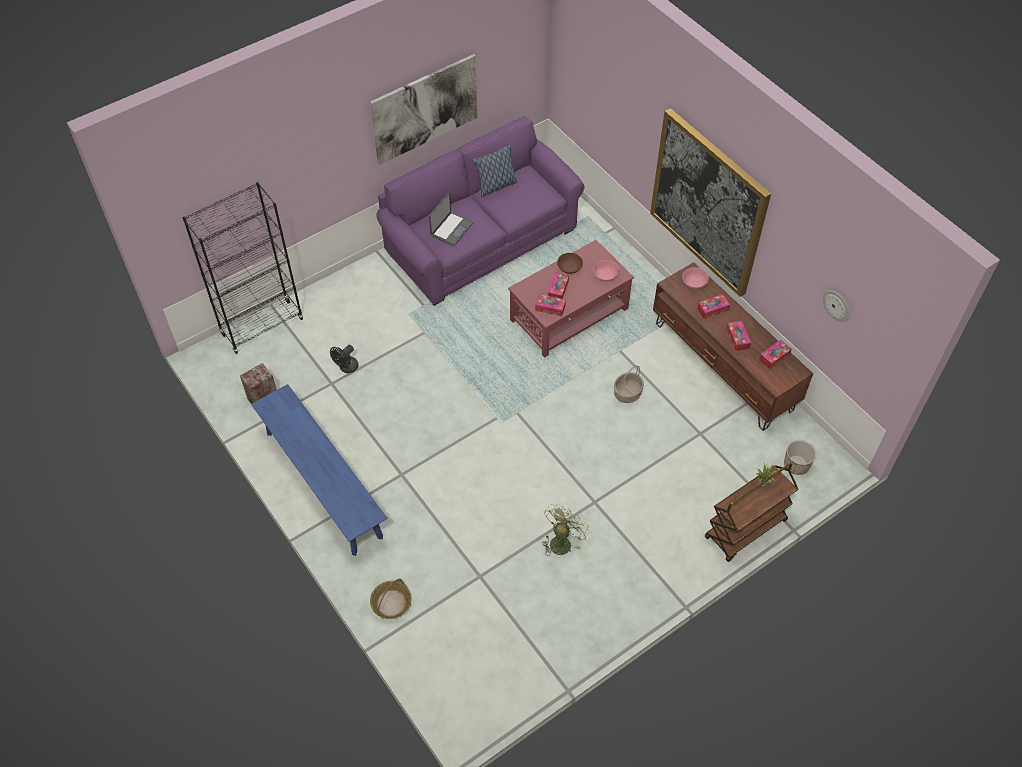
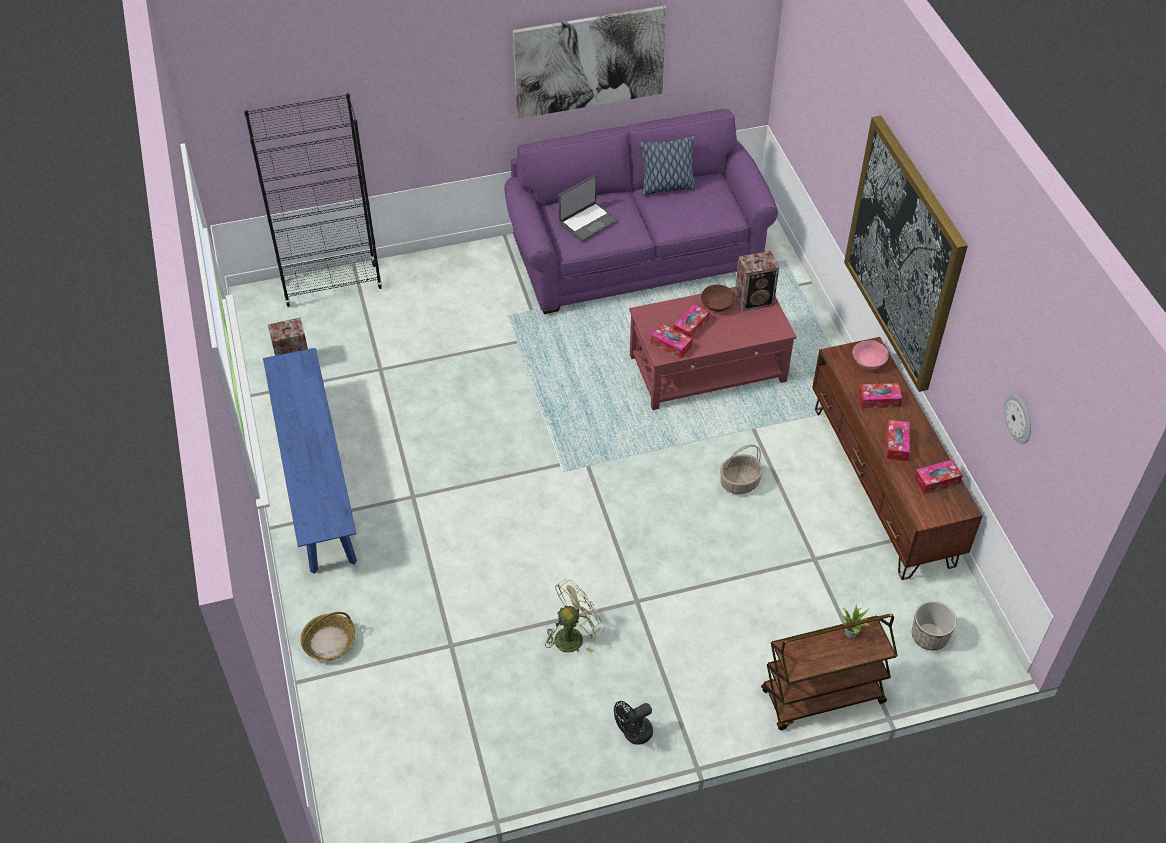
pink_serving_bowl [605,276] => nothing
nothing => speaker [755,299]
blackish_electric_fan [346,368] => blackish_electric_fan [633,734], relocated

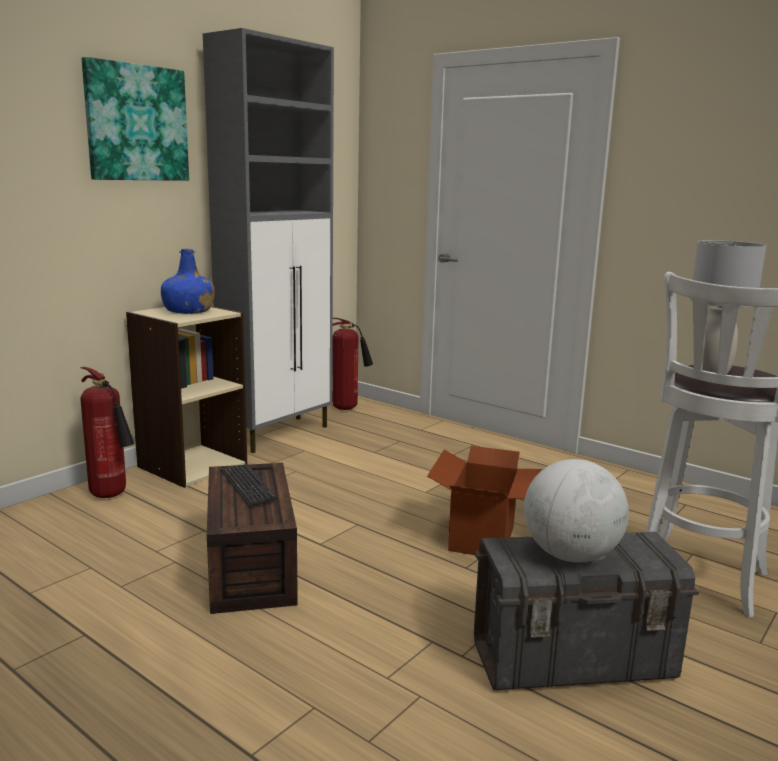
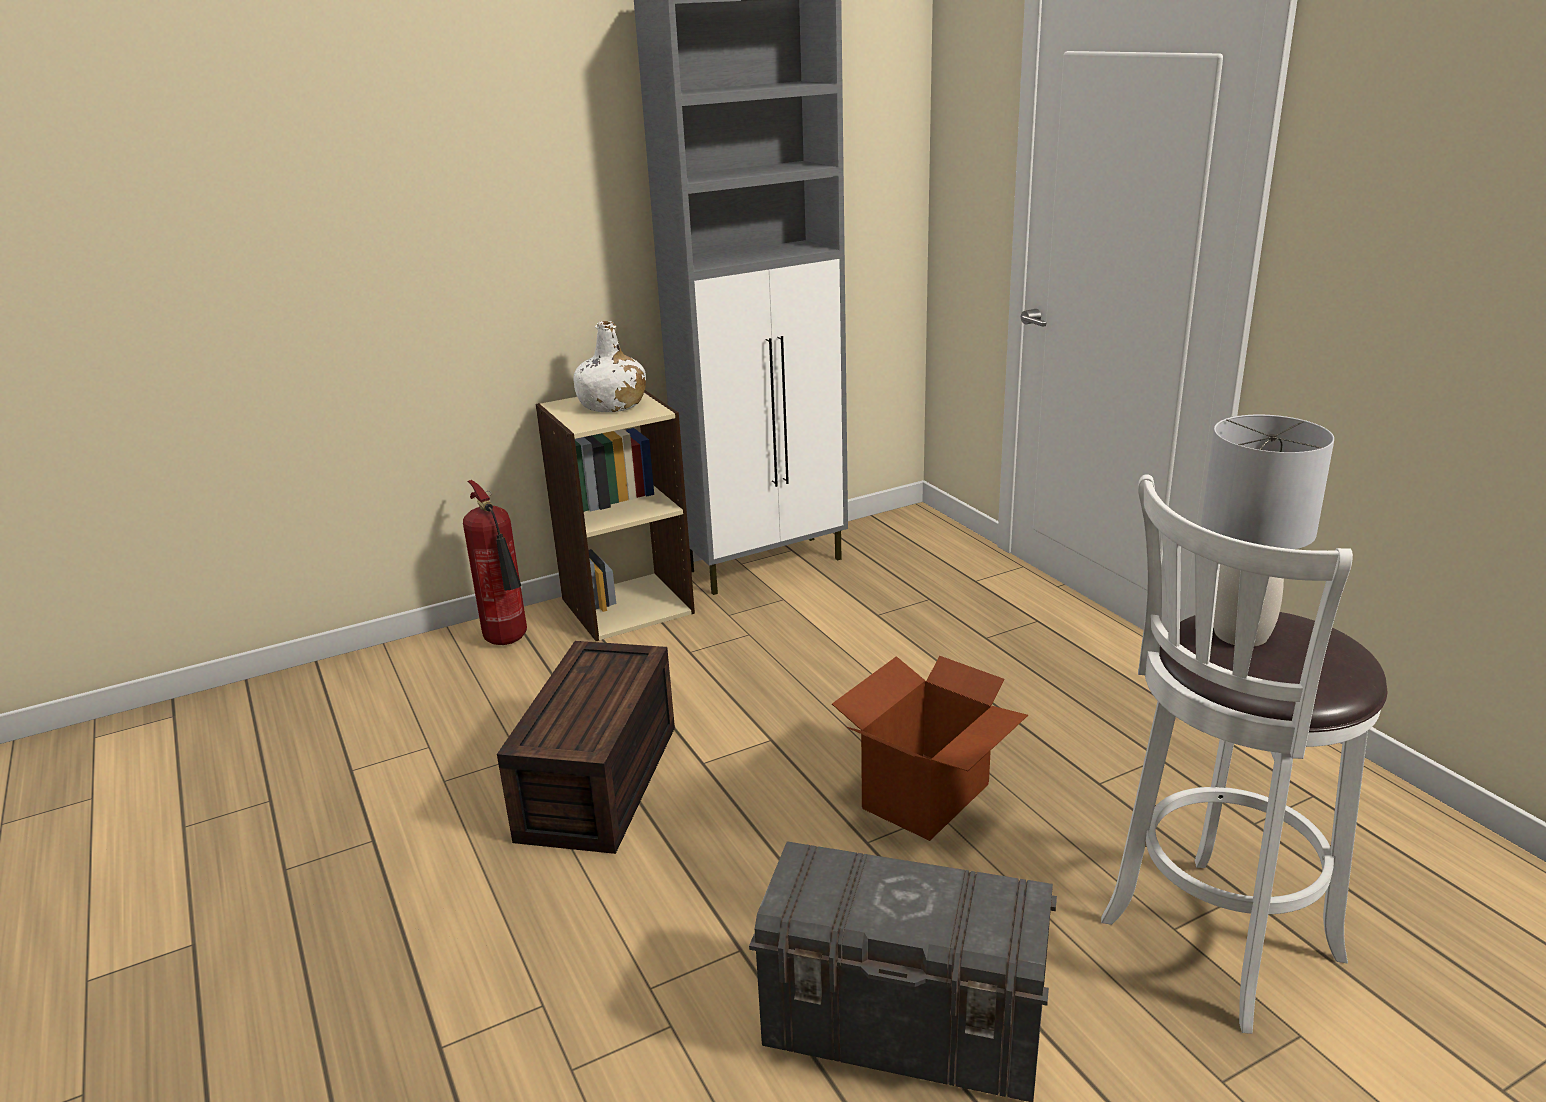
wall_art [136,123] => nothing
PC_keyboard [248,486] => nothing
fire_extinguisher [348,408] => nothing
desk_globe [570,555] => nothing
bluish_bottle [188,311] => white-coloured_bottle [612,405]

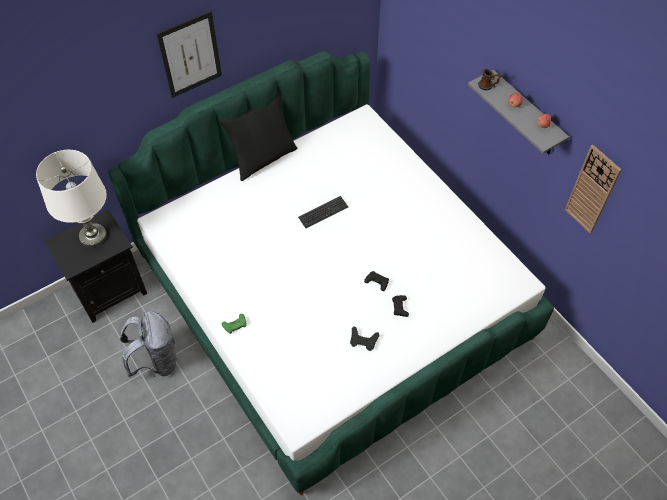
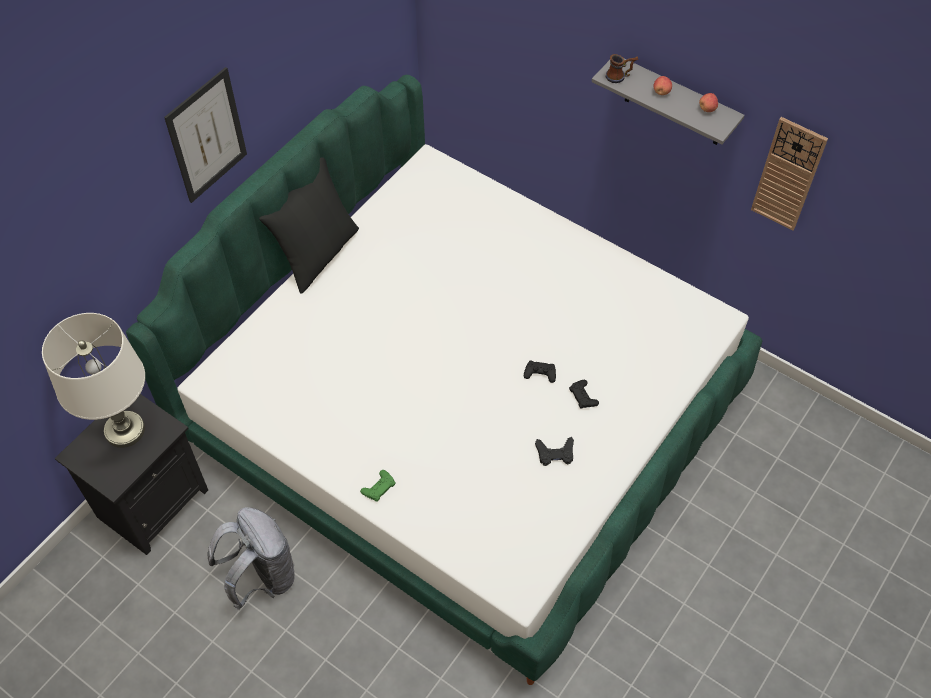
PC_keyboard [323,212] => nothing

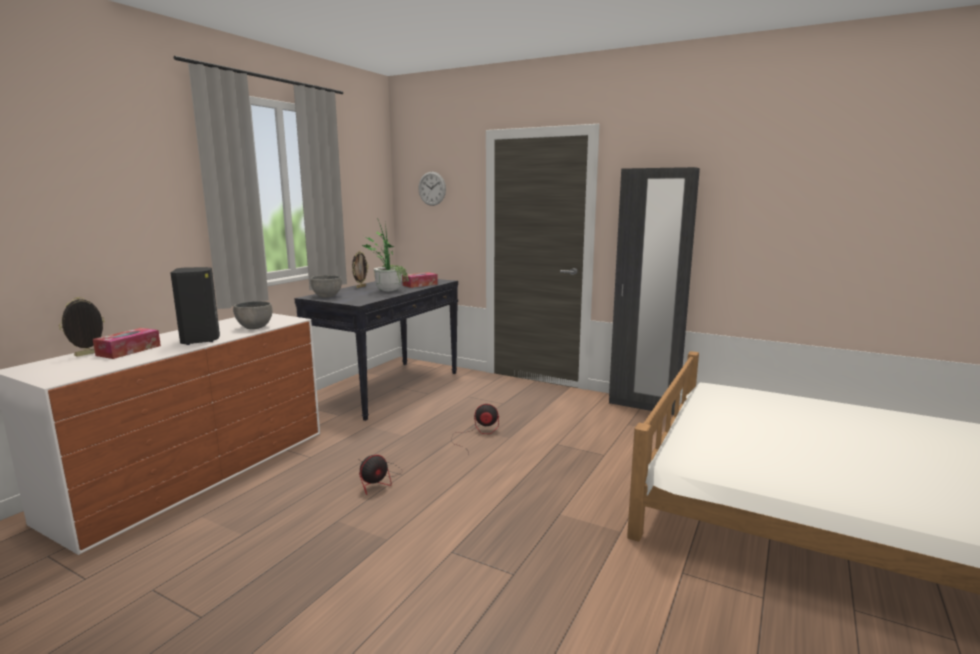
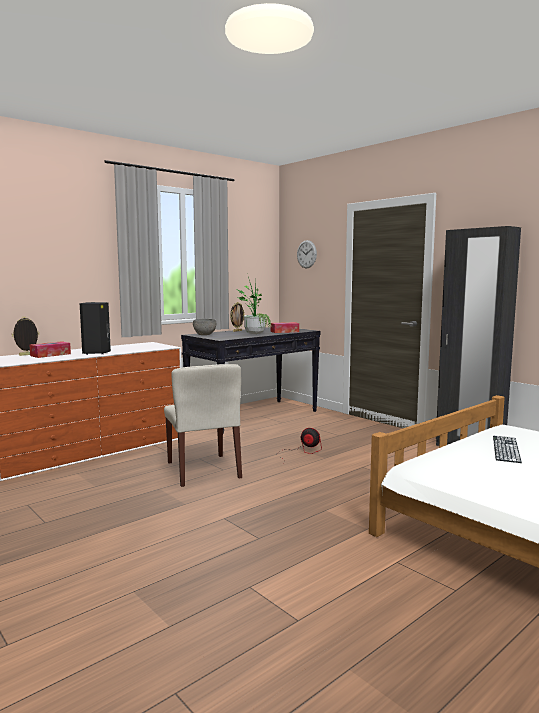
greyish_serving_bowl [255,327] => nothing
nothing => PC_keyboard [506,449]
electric_fan [378,480] => beige-coloured_upright_chair [203,470]

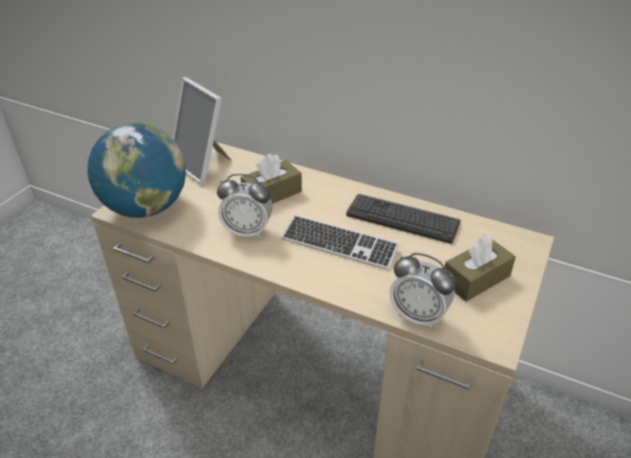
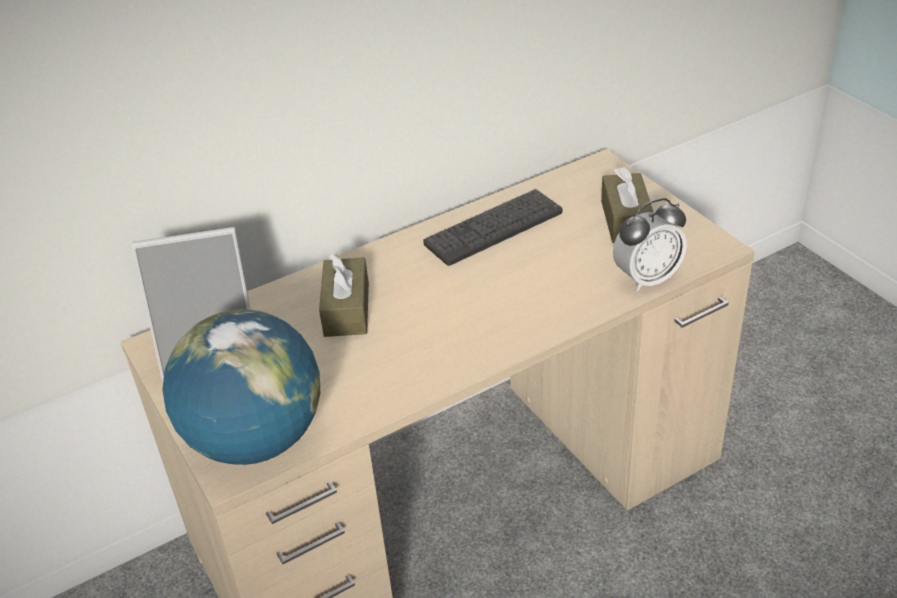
bedside_clock [247,231] => nothing
PC_keyboard [339,244] => nothing

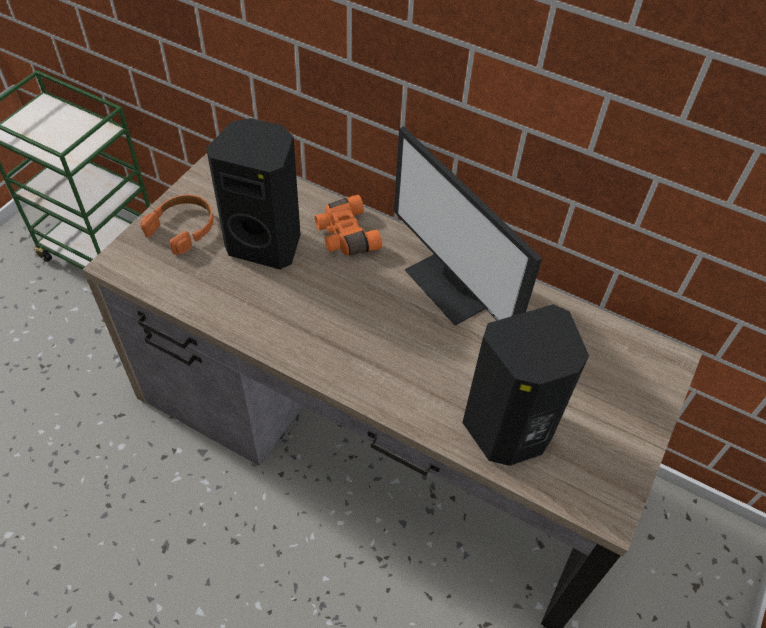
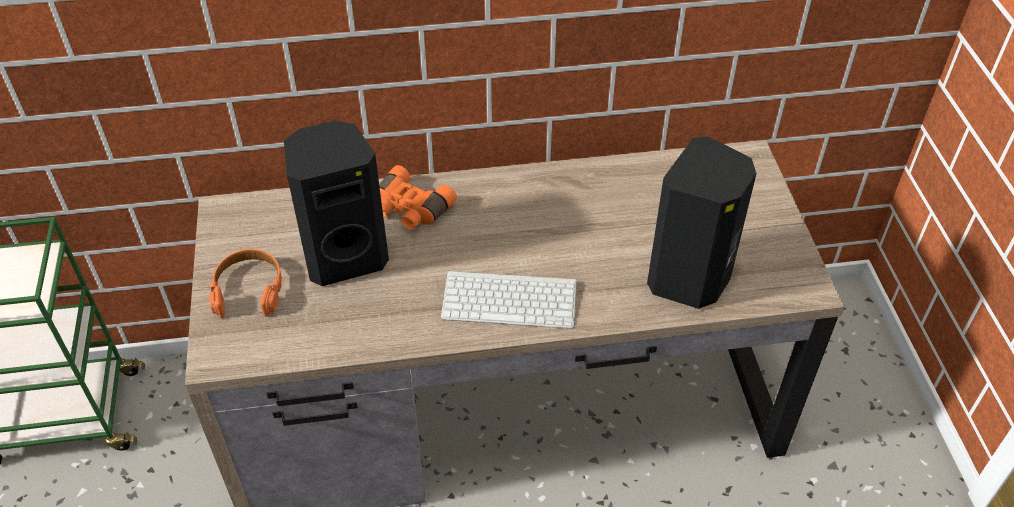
monitor [451,286] => nothing
nothing => PC_keyboard [511,299]

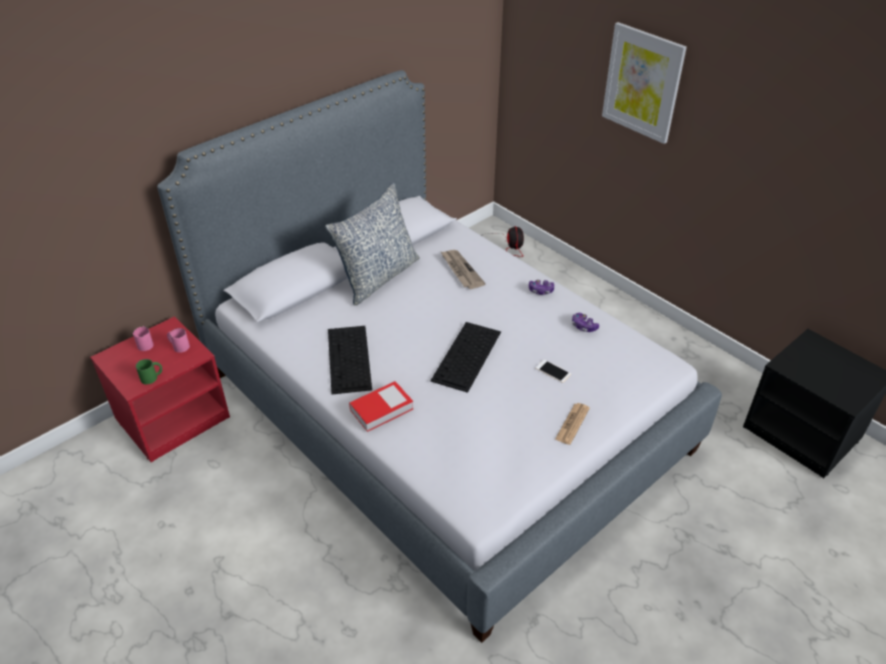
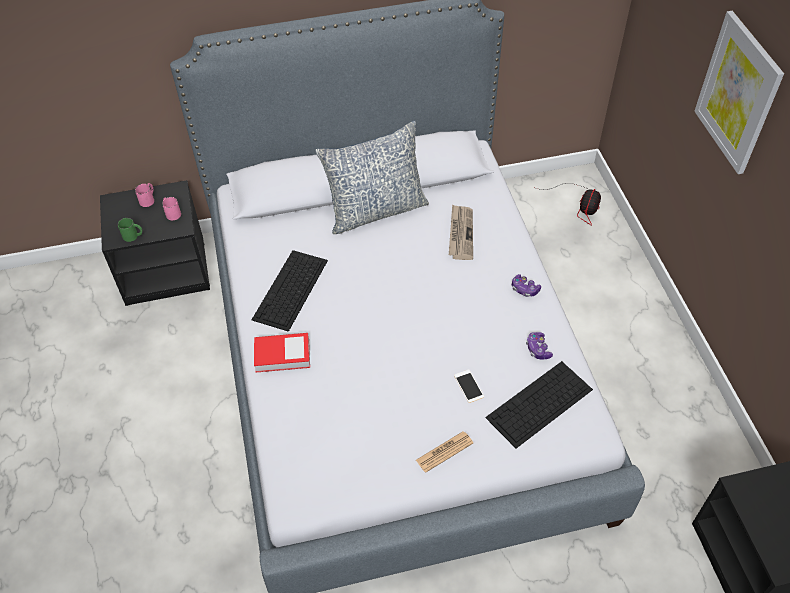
PC_keyboard [466,356] => PC_keyboard [539,404], relocated
red-coloured_bedside_table [173,417] => blackish_bedside_table [166,270]

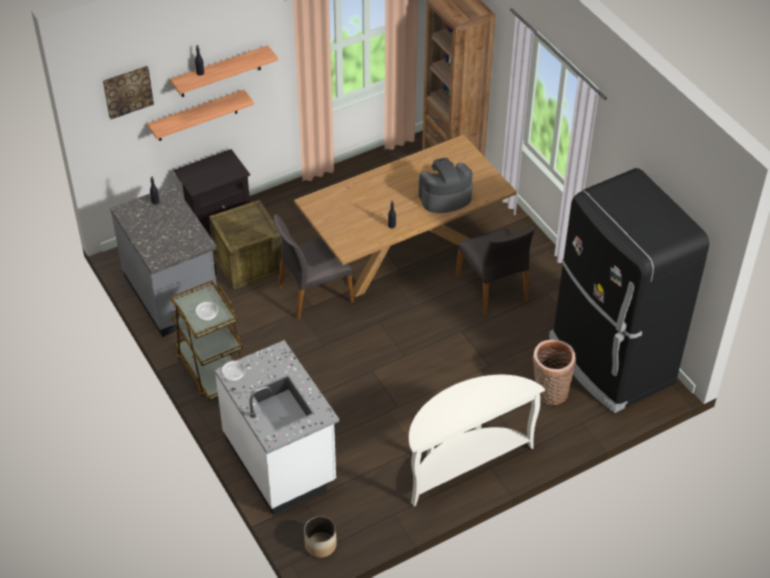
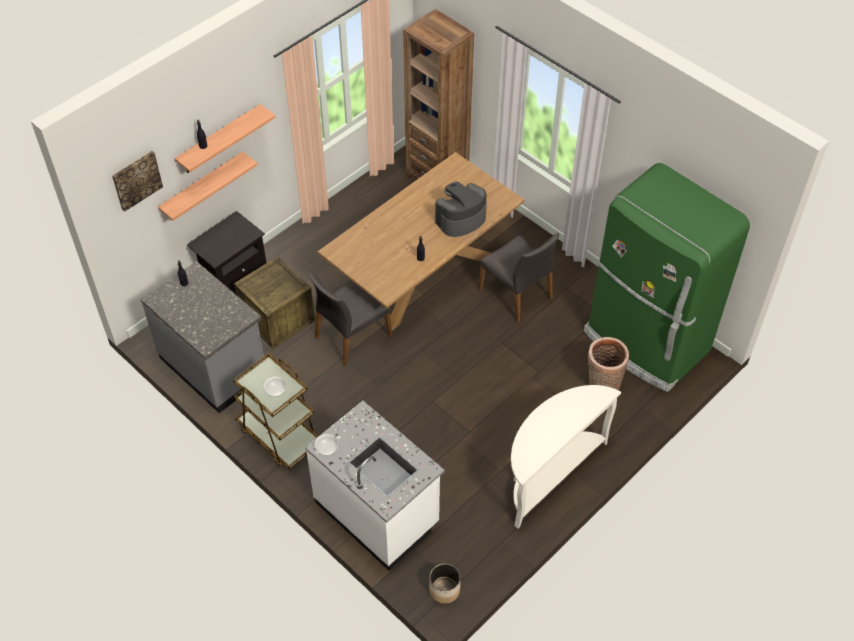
blackish_fridge [610,362] => greenish_fridge [646,343]

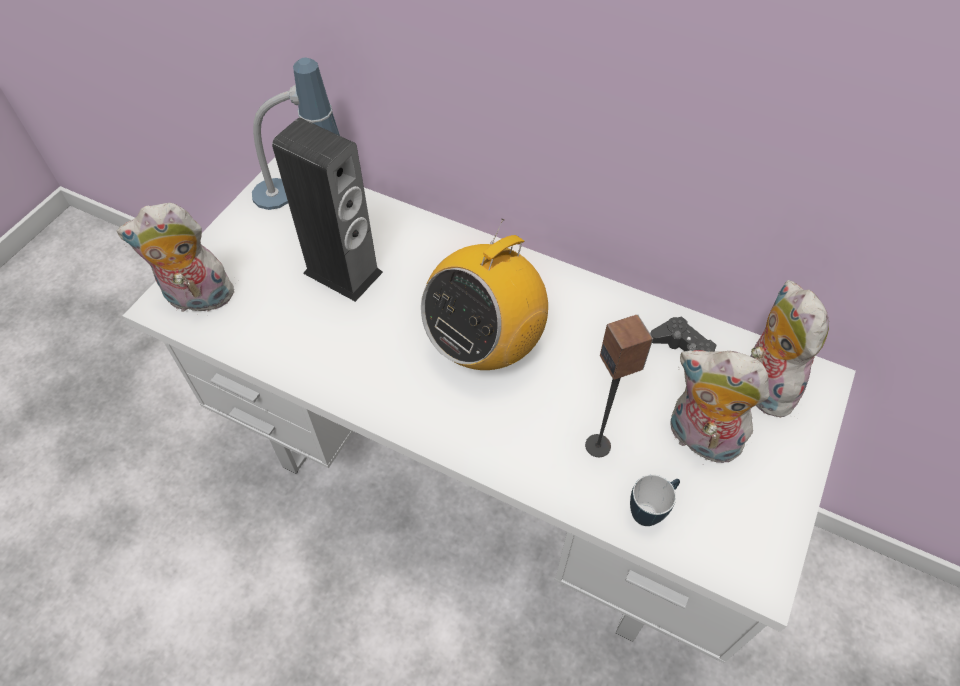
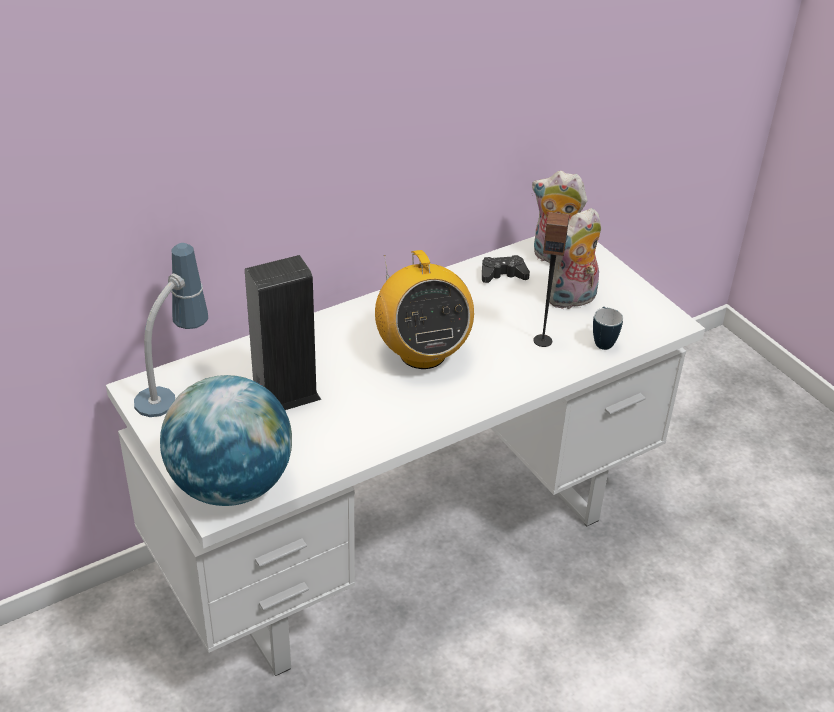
soft_toy [197,300] => desk_globe [231,485]

